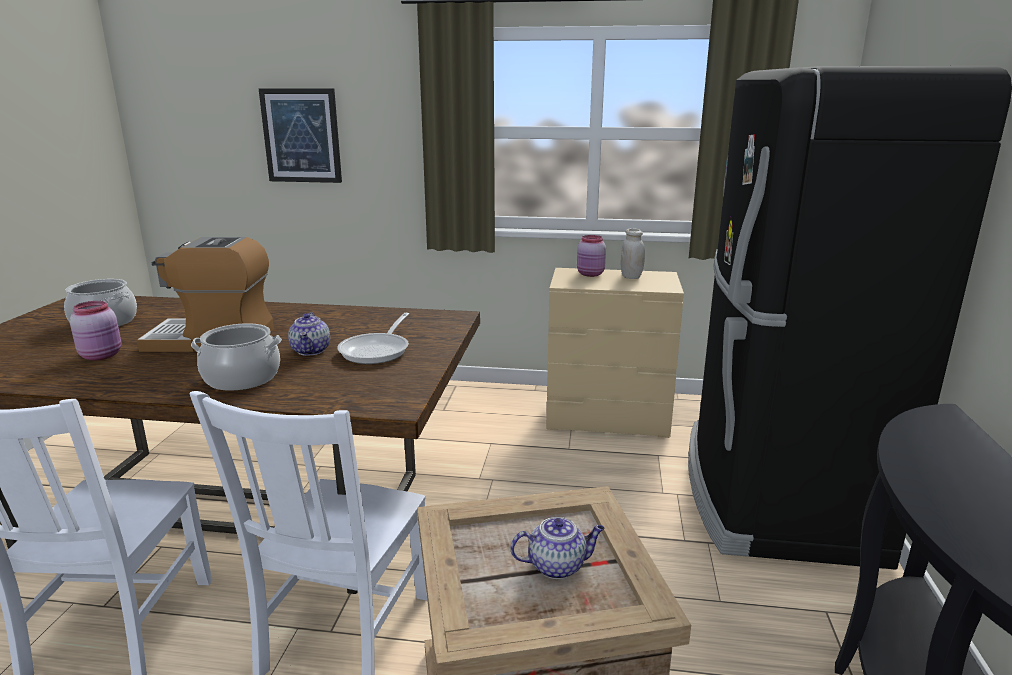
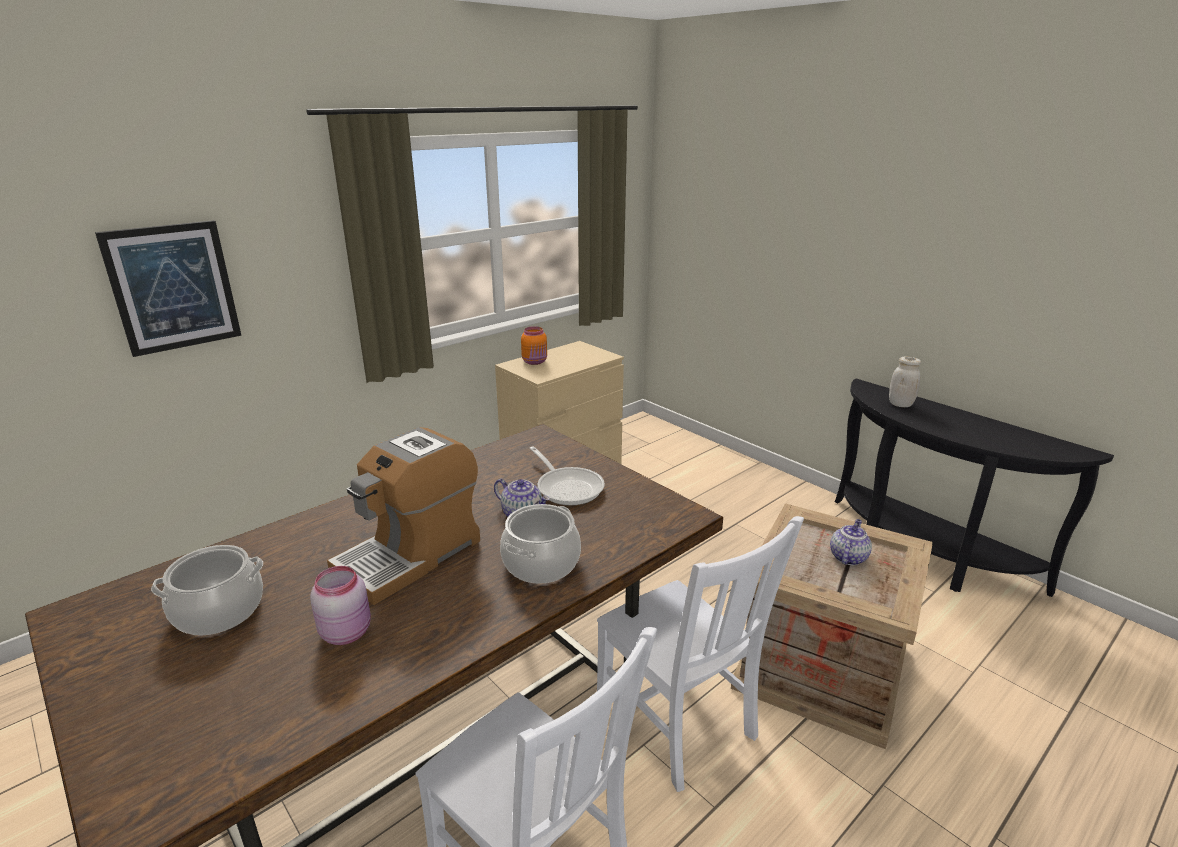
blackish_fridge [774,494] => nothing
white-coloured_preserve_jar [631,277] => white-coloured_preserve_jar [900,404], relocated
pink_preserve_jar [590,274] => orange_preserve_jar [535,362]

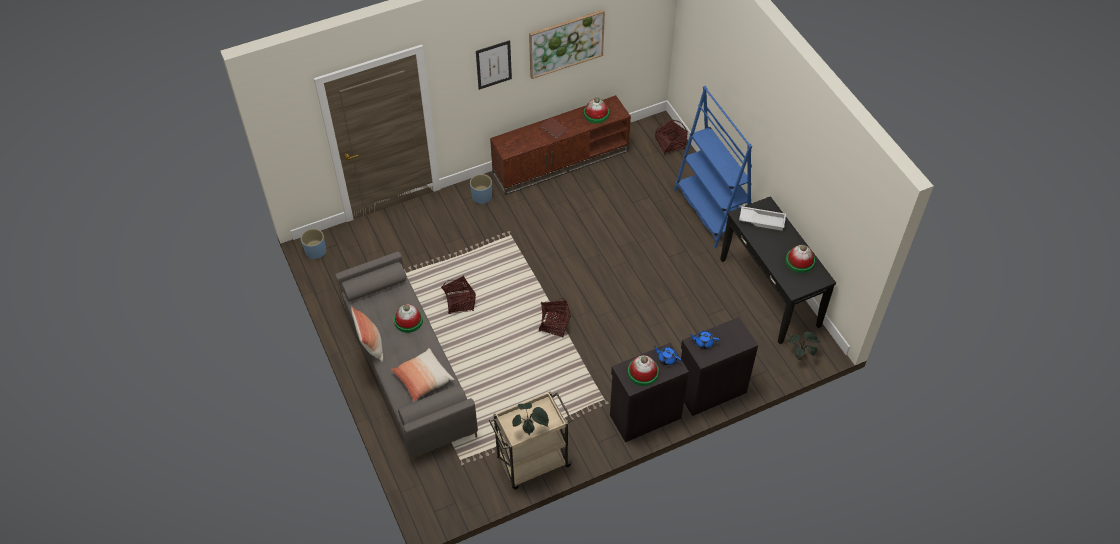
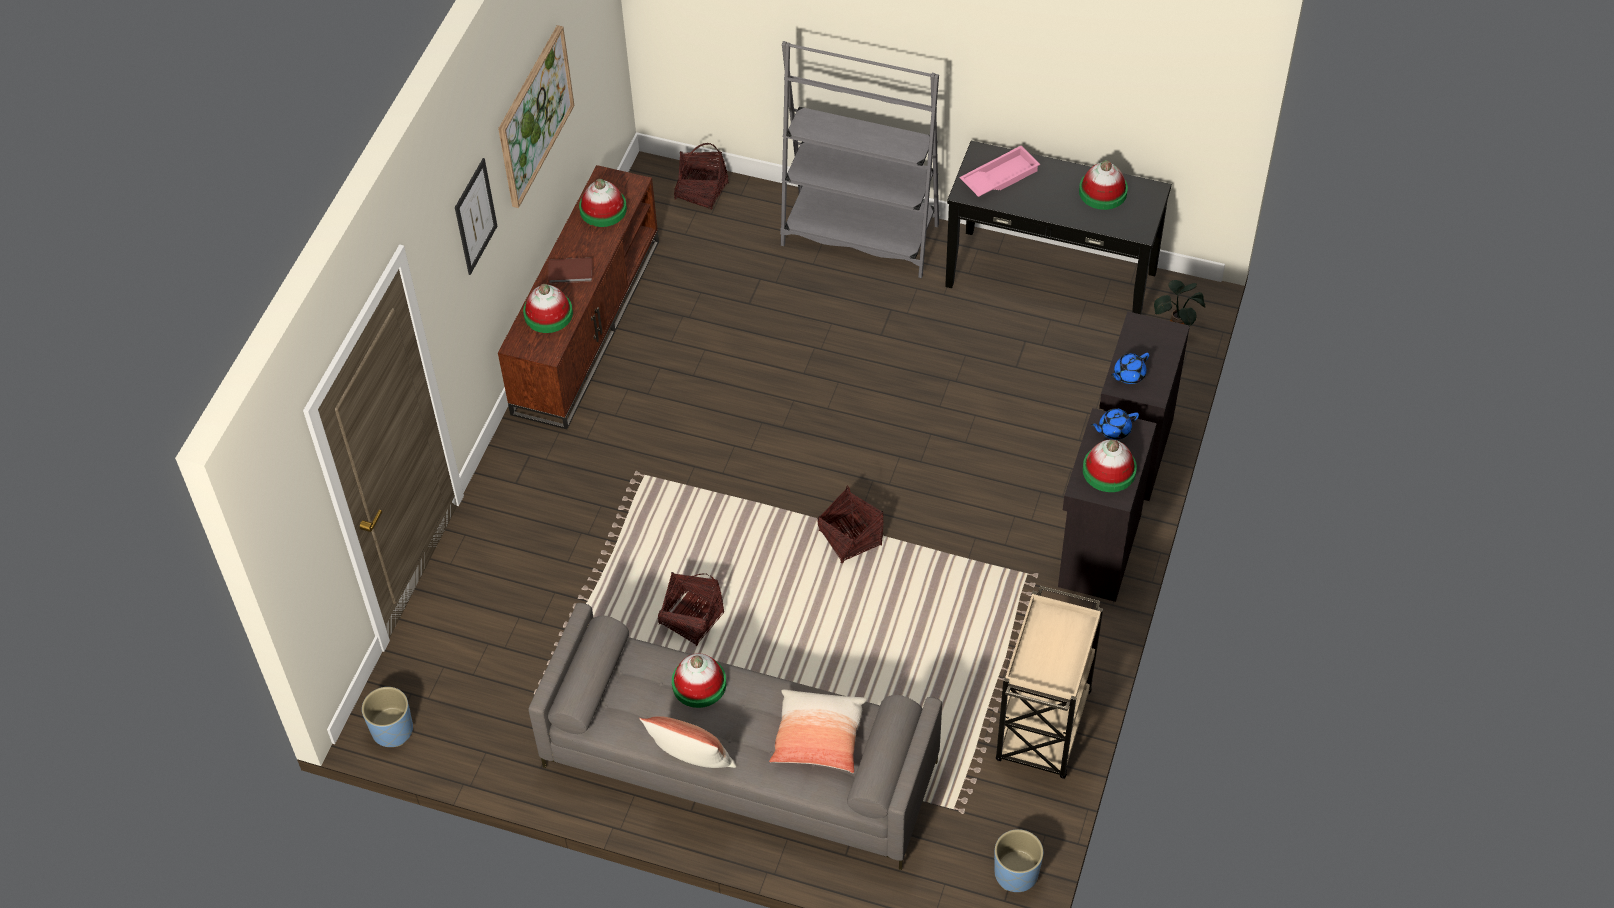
plant_in_a_pot [530,429] => nothing
nothing => hat [548,314]
bluish_flower_pot [481,197] => bluish_flower_pot [1016,874], relocated
bluish_bookcase [711,211] => greyish_bookcase [860,235]
white-coloured_tray [762,220] => pink_tray [999,176]

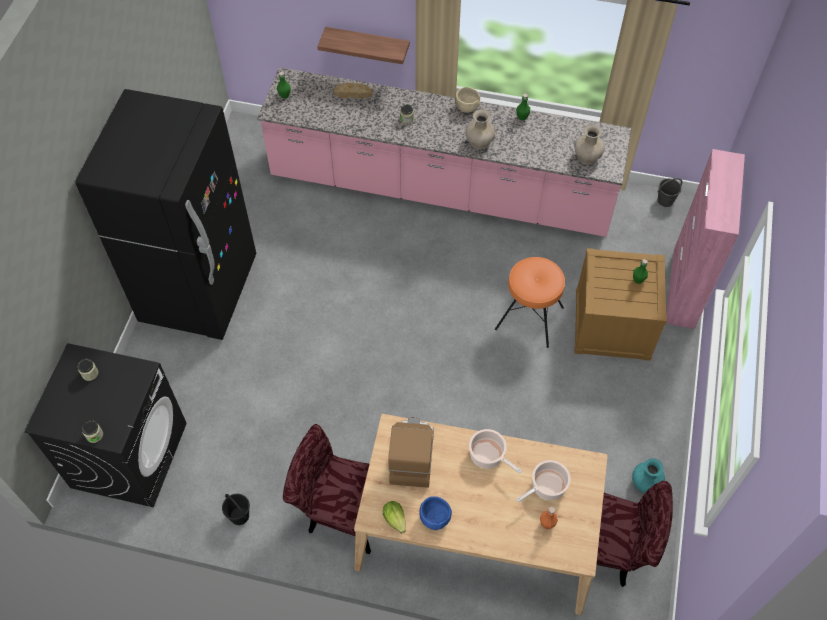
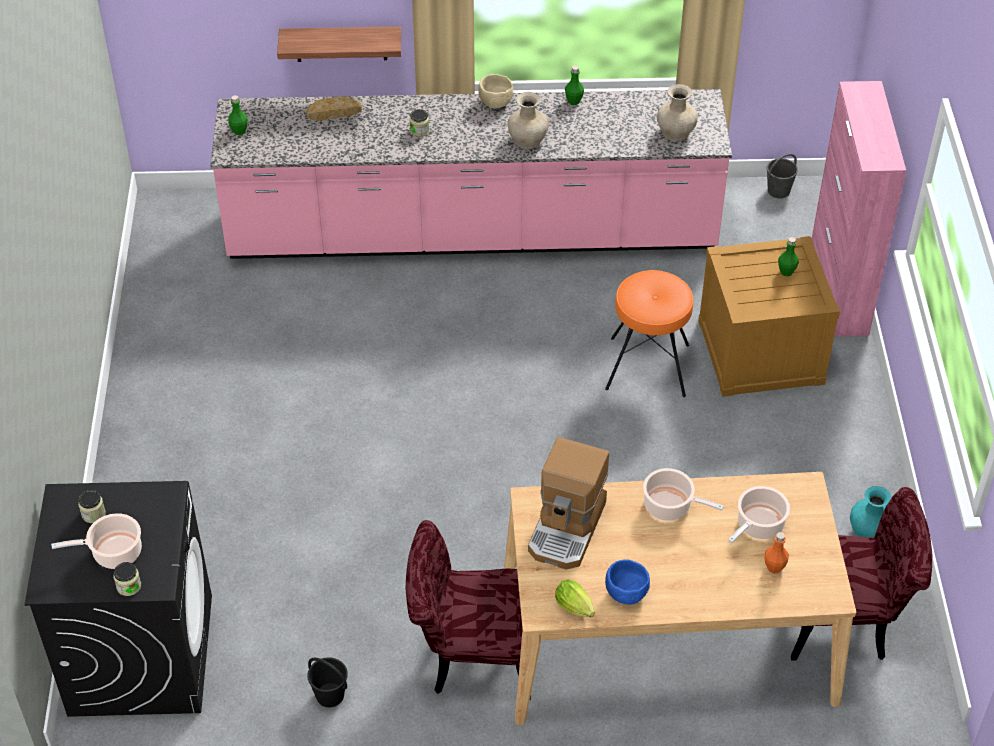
blackish_fridge [199,290] => nothing
nothing => stockpot [113,553]
coffee_machine [411,456] => coffee_machine [568,528], 150 degrees counterclockwise

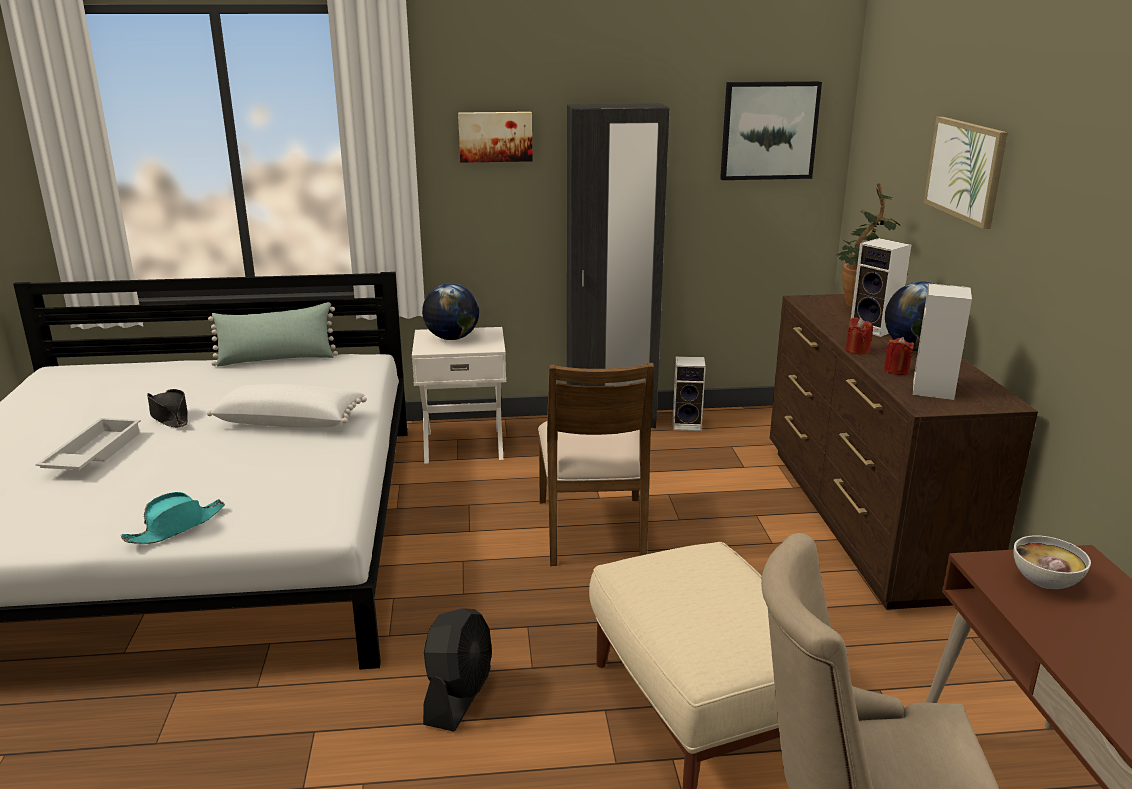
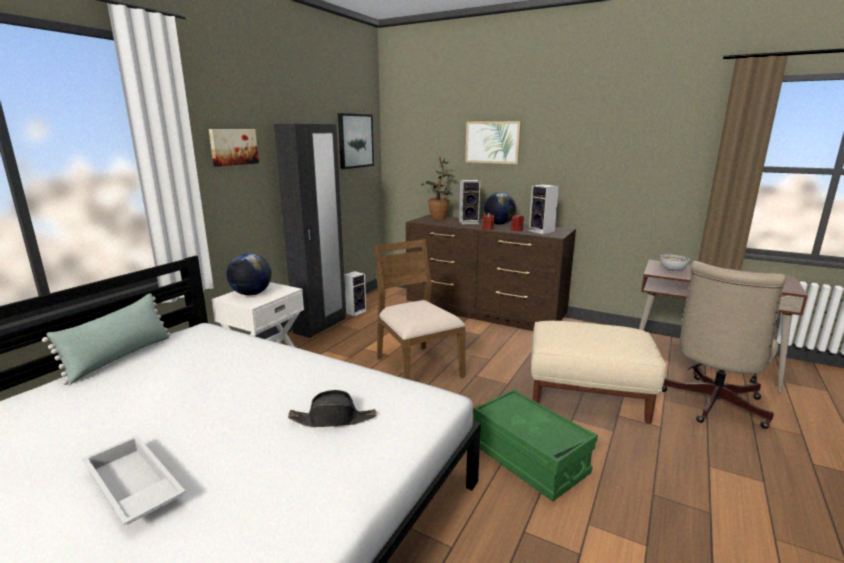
blue-green_hat [176,527] => nothing
white-coloured_throw_pillow [290,421] => nothing
blackish_hat [169,416] => blackish_hat [333,419], relocated
blackish_electric_fan [459,696] => greenish_storage_box [529,460]
brownish_upright_chair [593,530] => brownish_upright_chair [417,367], 150 degrees counterclockwise

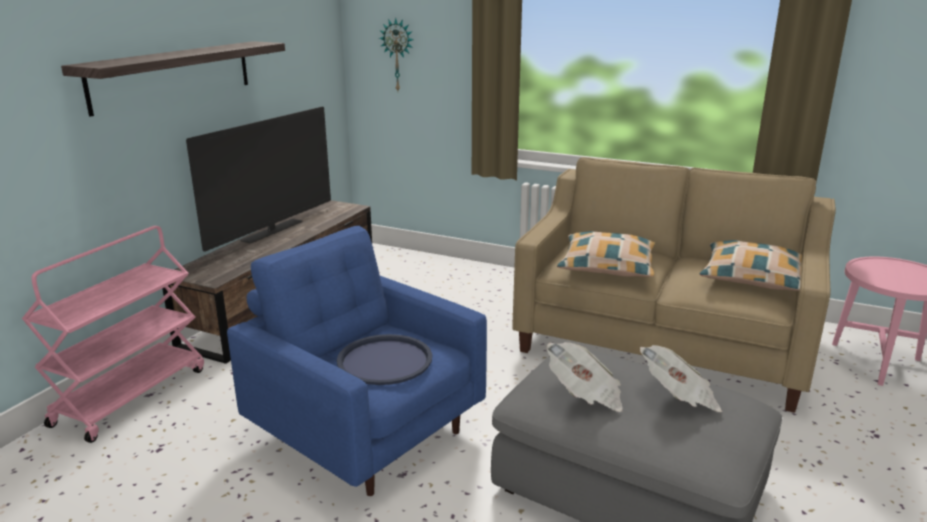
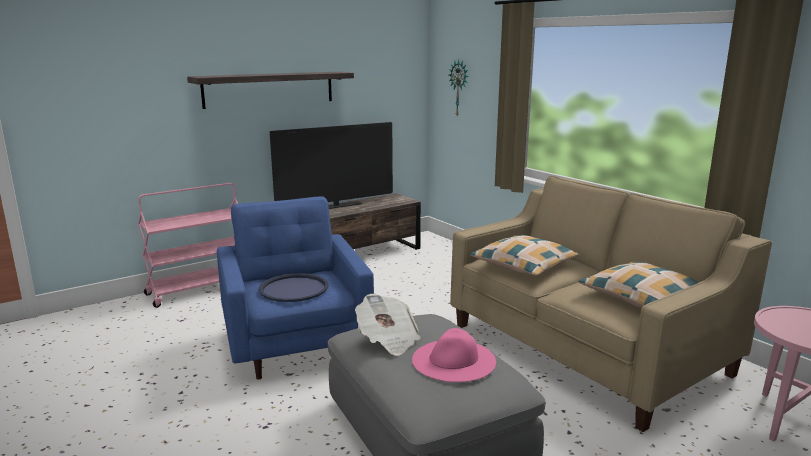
newspaper [679,397] => pink_hat [453,360]

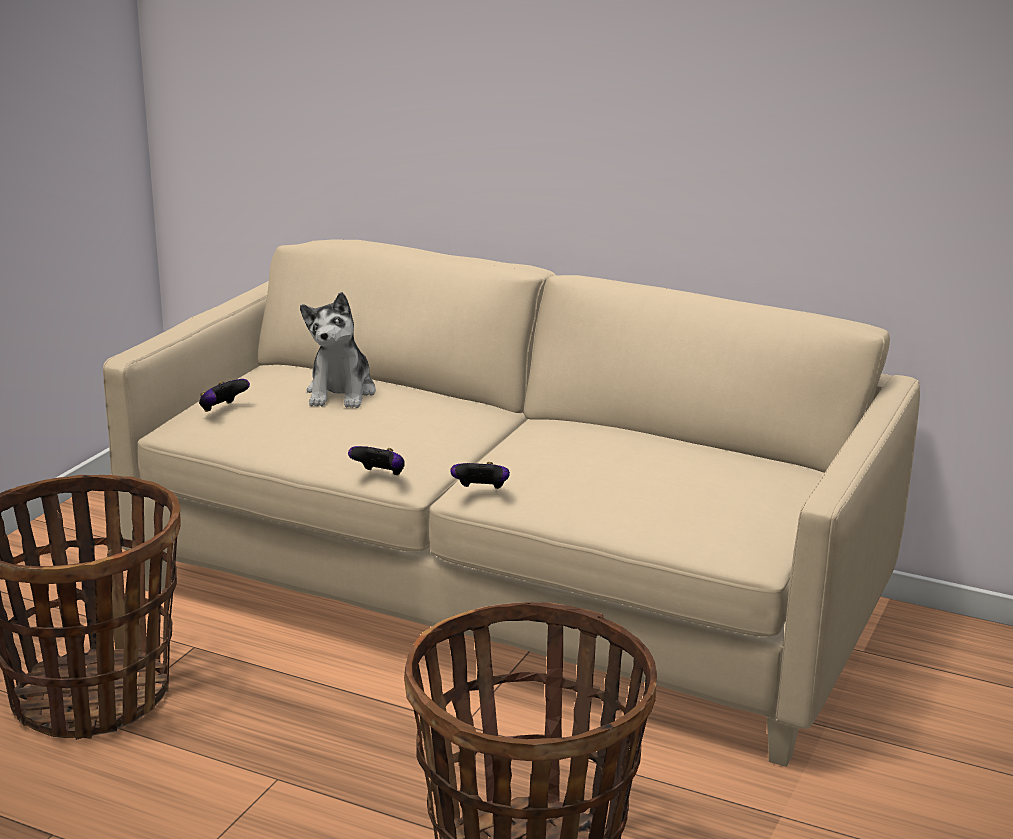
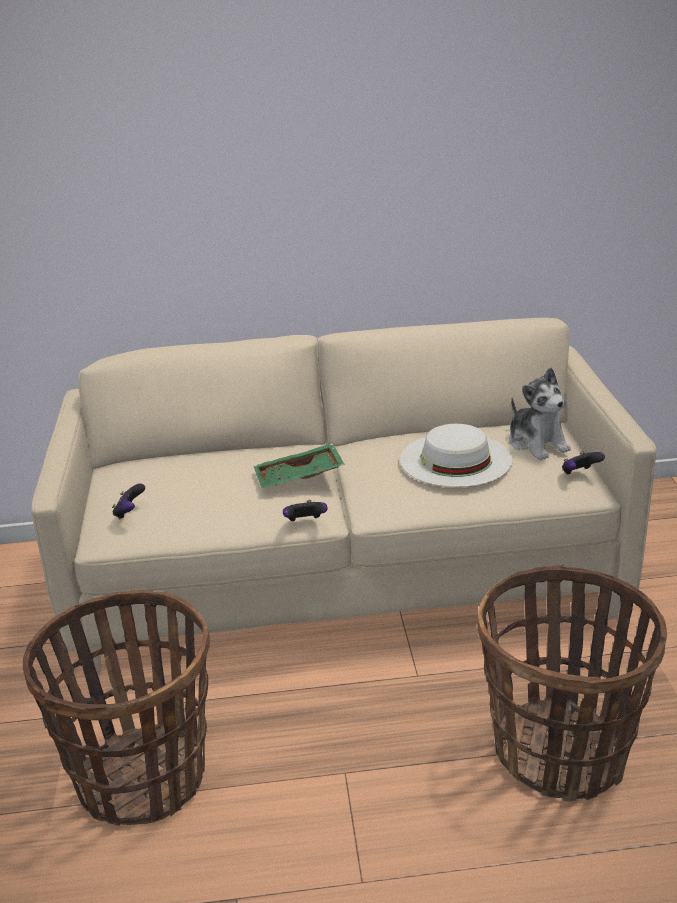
nothing => greenish_tray [299,477]
nothing => white-coloured_hat [455,459]
soft_toy [341,393] => soft_toy [537,444], relocated
game_controller [481,491] => game_controller [580,474], relocated

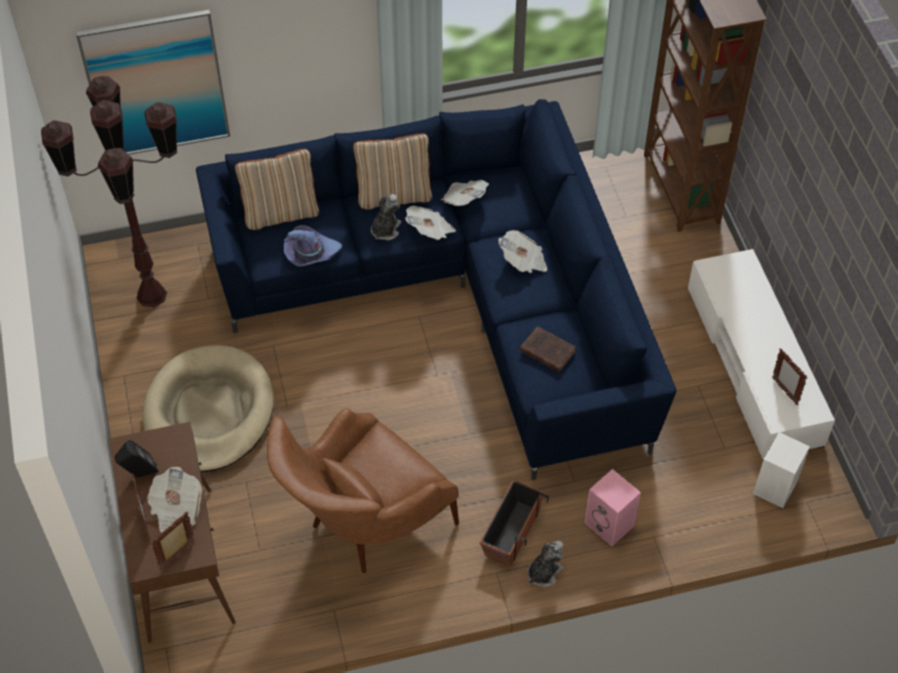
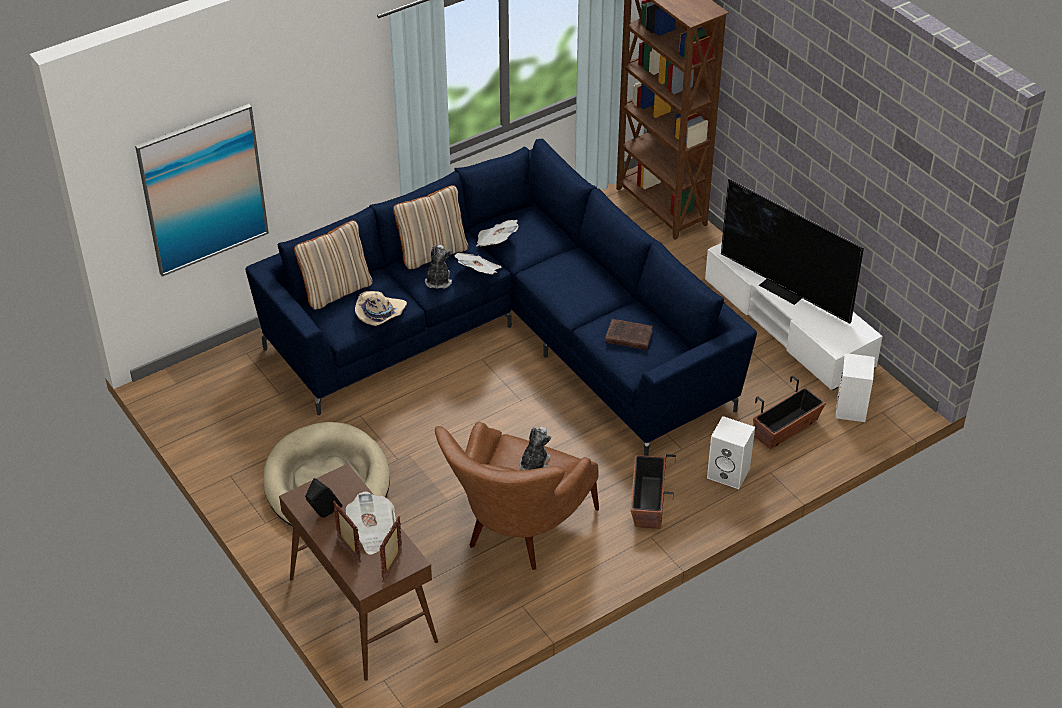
brownish_floor_lamp [152,294] => nothing
newspaper [523,261] => nothing
standing_frame [784,391] => nothing
nothing => television [784,289]
nothing => flower_pot [786,429]
soft_toy [543,572] => soft_toy [534,464], relocated
purple_hat [310,253] => beige-coloured_hat [380,315]
pink_speaker [610,524] => white-coloured_speaker [729,473]

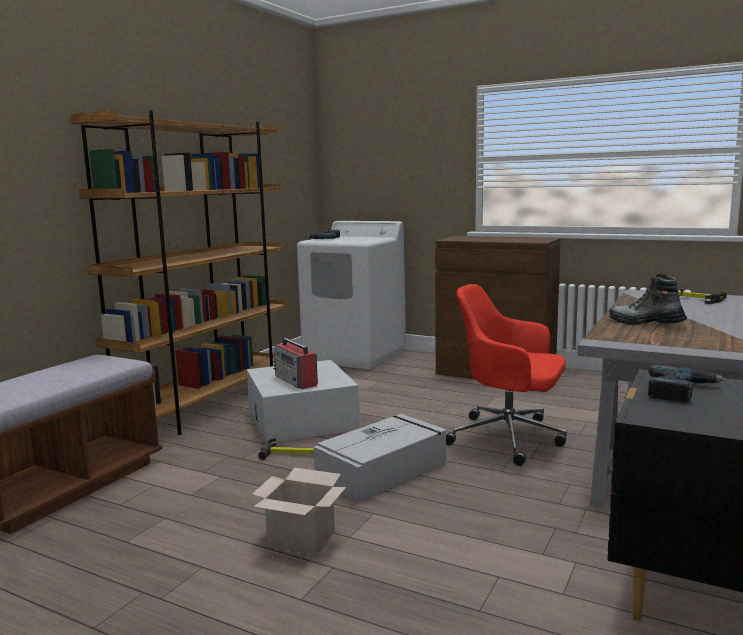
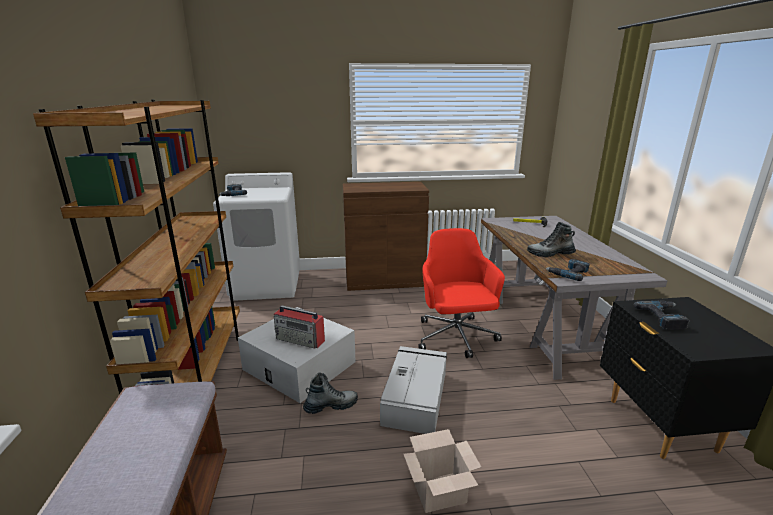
nothing => power_drill [568,273]
hand_hammer [289,453] => tall_boot [331,406]
red-coloured_office_chair [509,438] => red-coloured_office_chair [456,338], 90 degrees clockwise

